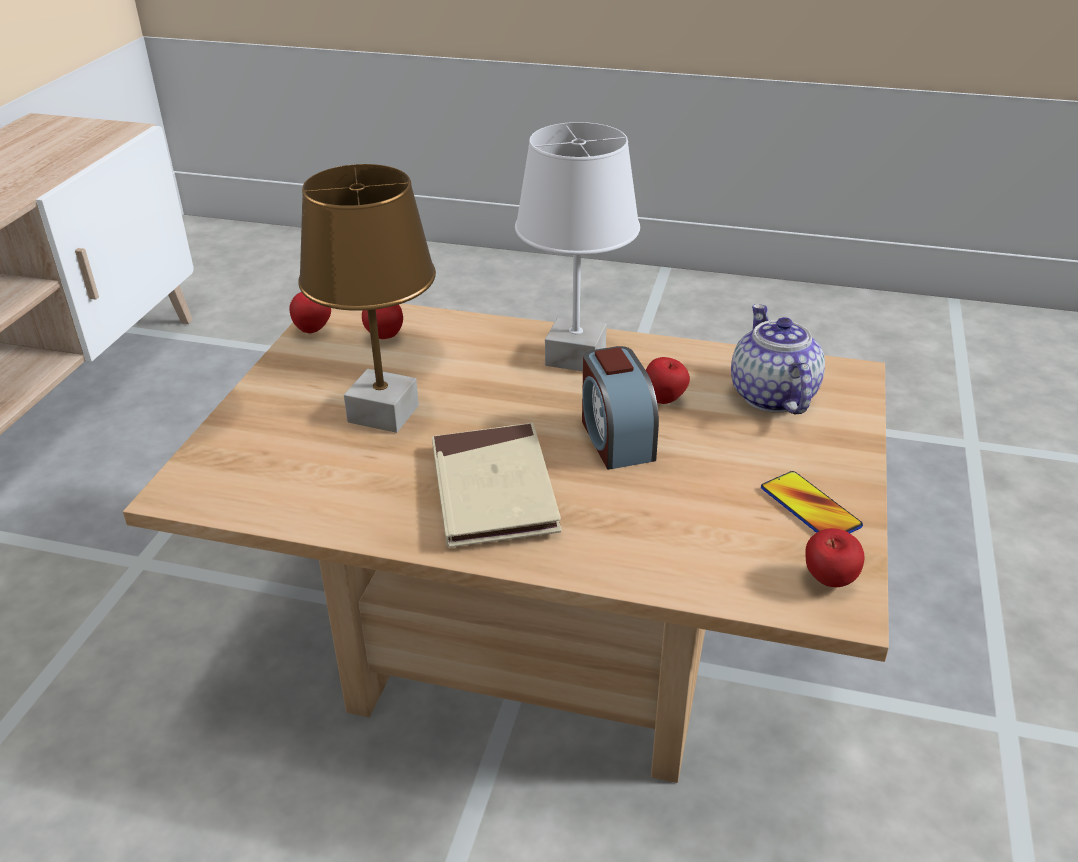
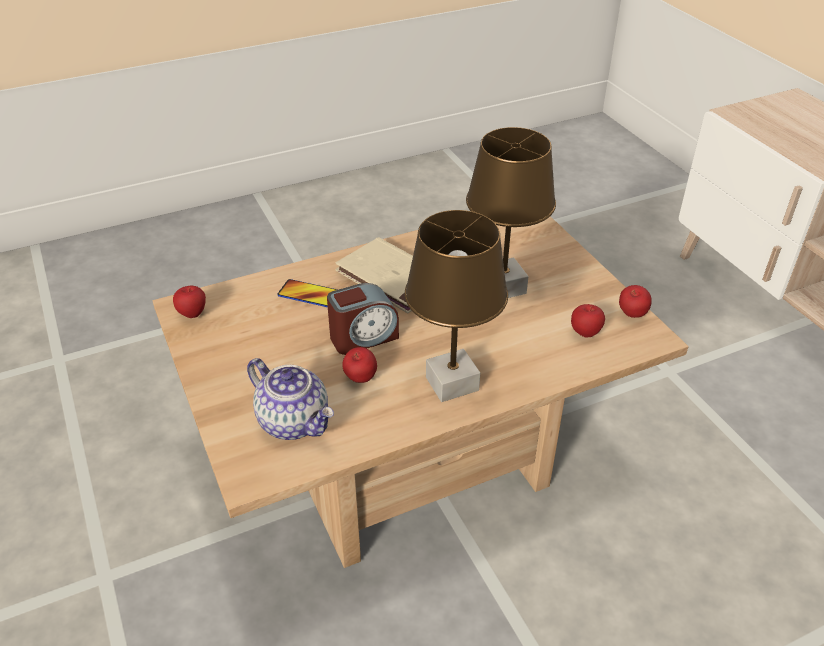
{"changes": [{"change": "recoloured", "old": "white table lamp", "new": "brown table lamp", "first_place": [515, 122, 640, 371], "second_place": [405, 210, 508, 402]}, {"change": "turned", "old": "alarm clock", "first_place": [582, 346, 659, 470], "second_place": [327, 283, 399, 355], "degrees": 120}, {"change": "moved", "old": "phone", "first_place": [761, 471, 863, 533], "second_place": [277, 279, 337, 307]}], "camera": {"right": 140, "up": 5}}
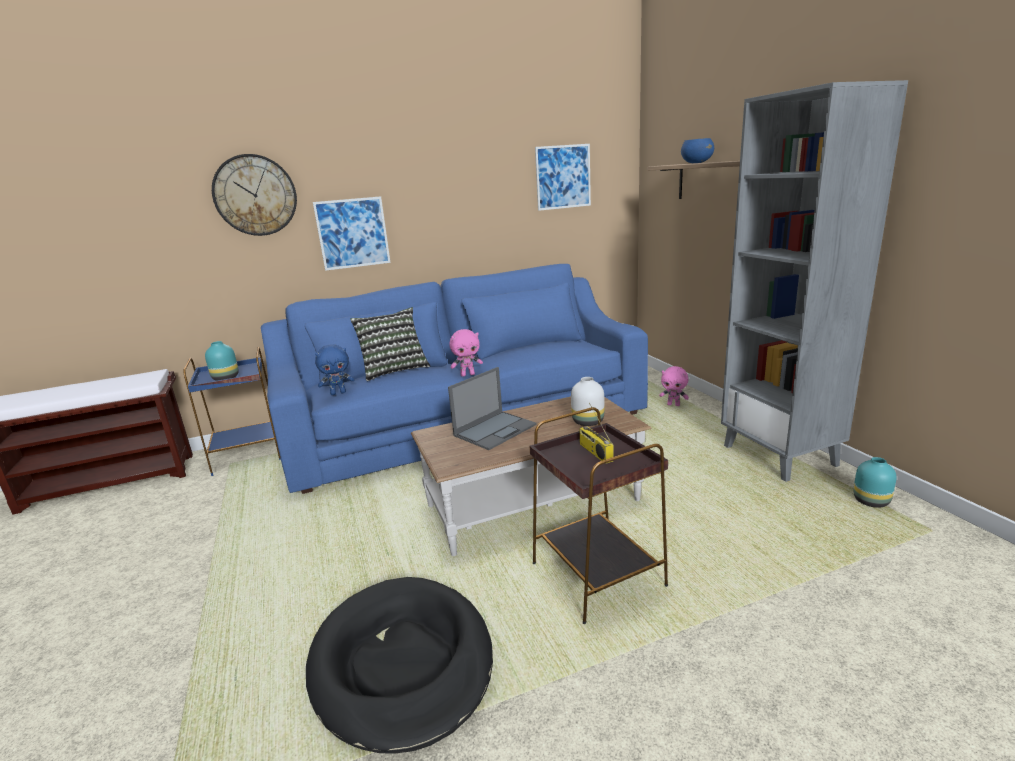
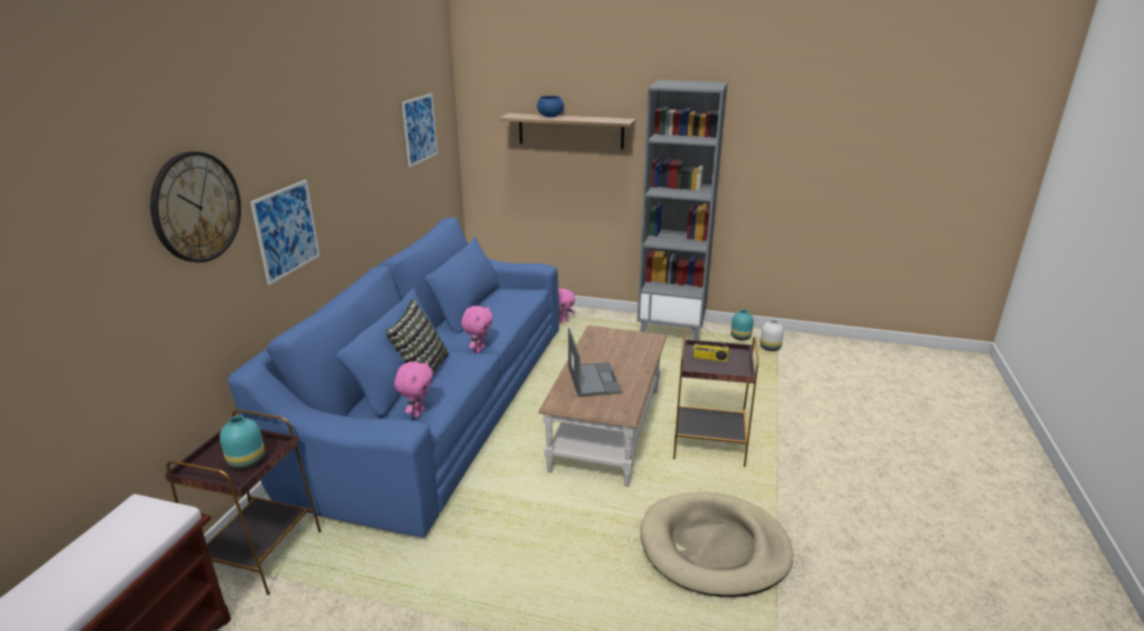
{"changes": [{"change": "recoloured", "old": "blue plush toy", "new": "pink plush toy", "first_place": [315, 344, 354, 395], "second_place": [394, 361, 433, 418]}, {"change": "recoloured", "old": "blue side table", "new": "brown side table", "first_place": [183, 347, 281, 476], "second_place": [165, 409, 321, 595]}, {"change": "moved", "old": "white vase", "first_place": [571, 377, 604, 426], "second_place": [760, 319, 784, 351]}, {"change": "recoloured", "old": "black dog bed", "new": "beige dog bed", "first_place": [306, 577, 493, 754], "second_place": [640, 492, 793, 597]}], "camera": {"right": -55, "up": 5}}
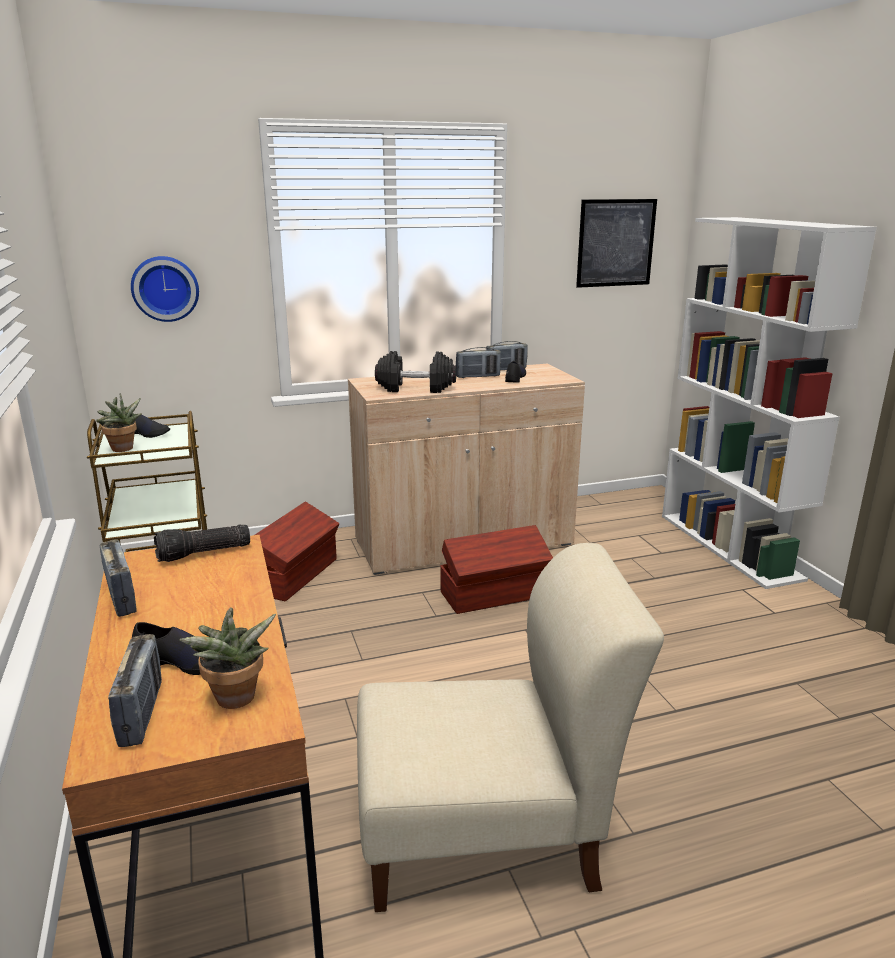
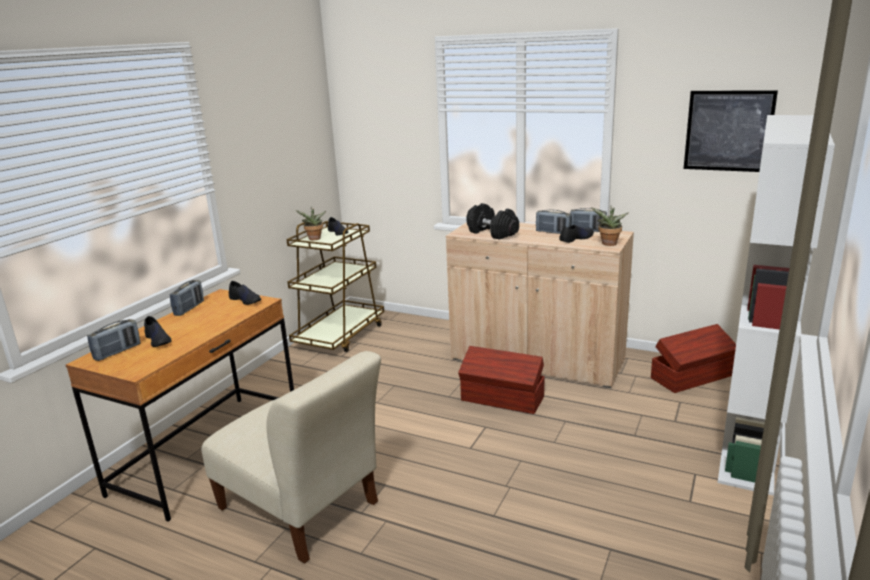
{"changes": [{"change": "removed", "old": "wall clock", "first_place": [131, 256, 199, 322]}, {"change": "moved", "old": "brown storage box", "first_place": [255, 502, 340, 601], "second_place": [651, 324, 736, 393]}, {"change": "replaced", "old": "flashlight", "new": "black shoe", "first_place": [154, 525, 250, 562], "second_place": [229, 281, 261, 305]}, {"change": "moved", "old": "potted plant", "first_place": [179, 607, 276, 709], "second_place": [591, 206, 628, 246]}], "camera": {"right": 45, "up": 0}}
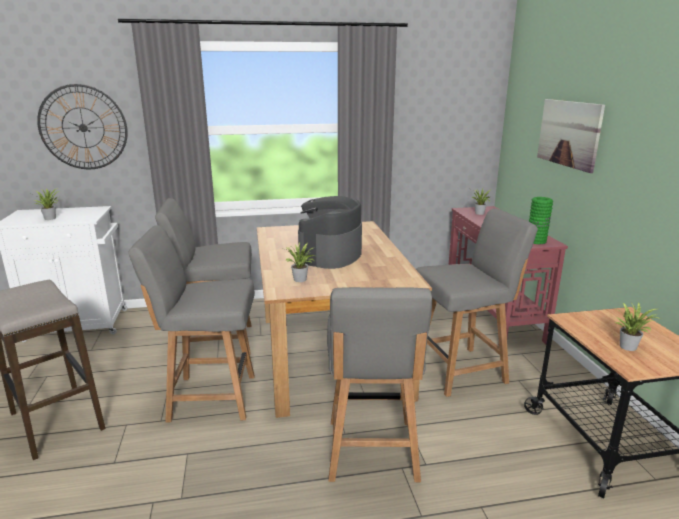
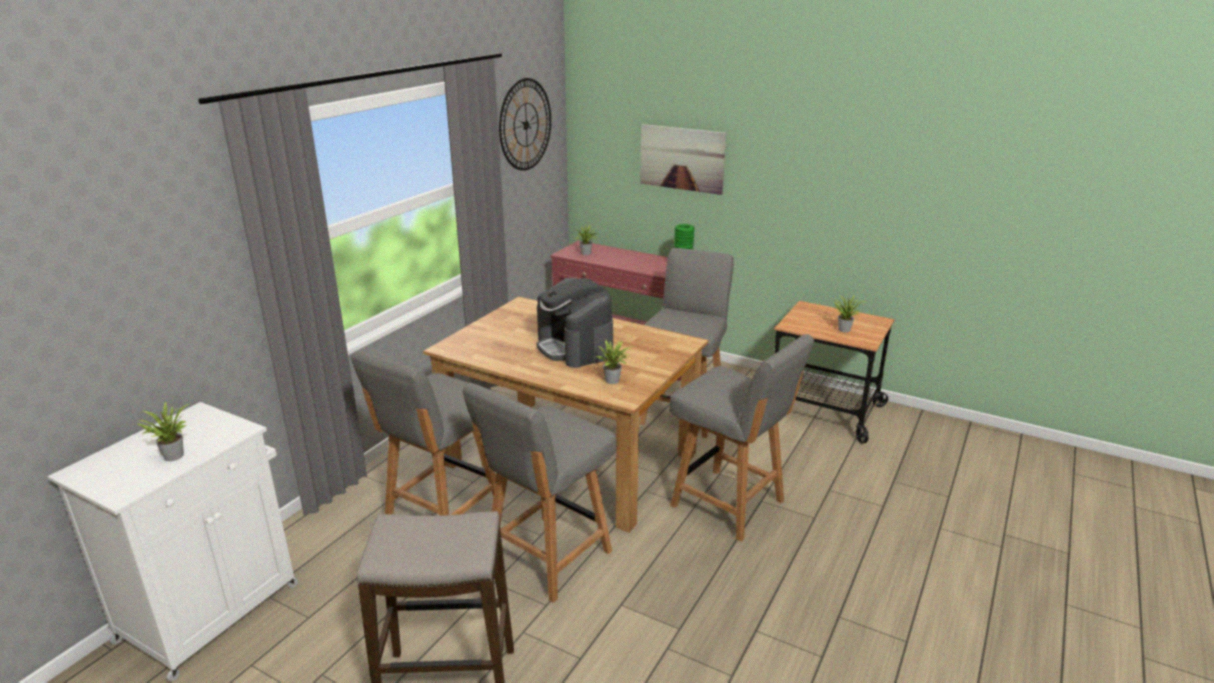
{"changes": [{"change": "moved", "old": "wall clock", "first_place": [37, 84, 128, 169], "second_place": [499, 78, 551, 171]}], "camera": {"right": -50, "up": 5}}
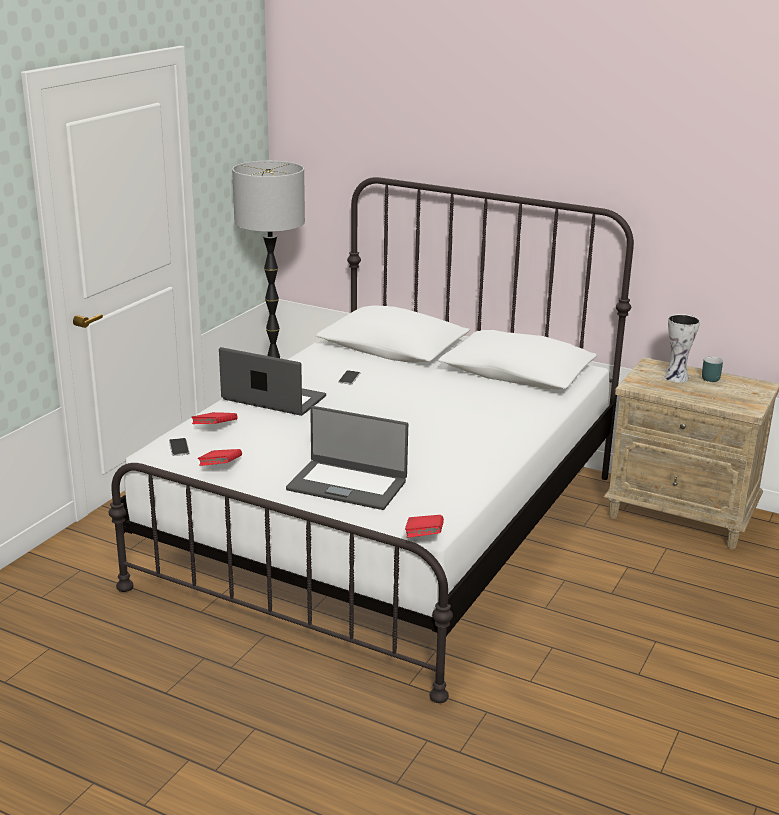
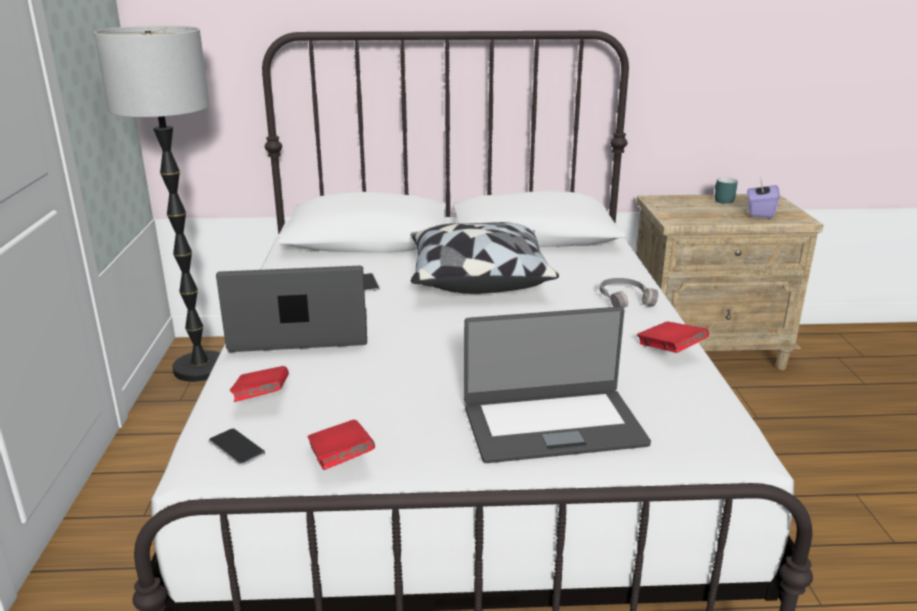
{"changes": [{"change": "removed", "old": "vase", "first_place": [664, 314, 700, 382]}, {"change": "moved", "old": "red book", "first_place": [405, 515, 444, 538], "second_place": [637, 321, 709, 353]}, {"change": "added", "new": "purple tissue box", "second_place": [747, 180, 780, 218]}, {"change": "added", "new": "pillow", "second_place": [411, 222, 559, 294]}, {"change": "added", "new": "grey headphones", "second_place": [600, 278, 658, 308]}], "camera": {"right": -30, "up": 0}}
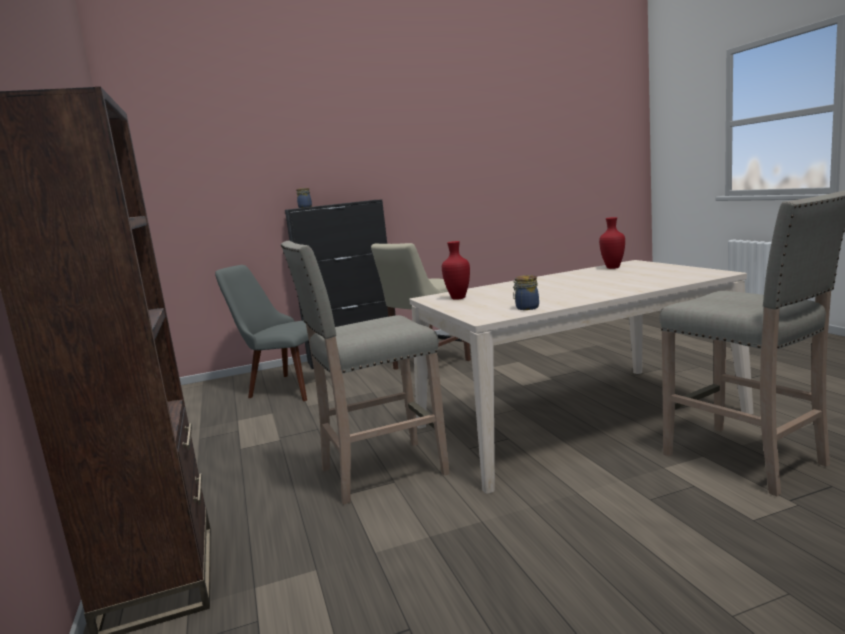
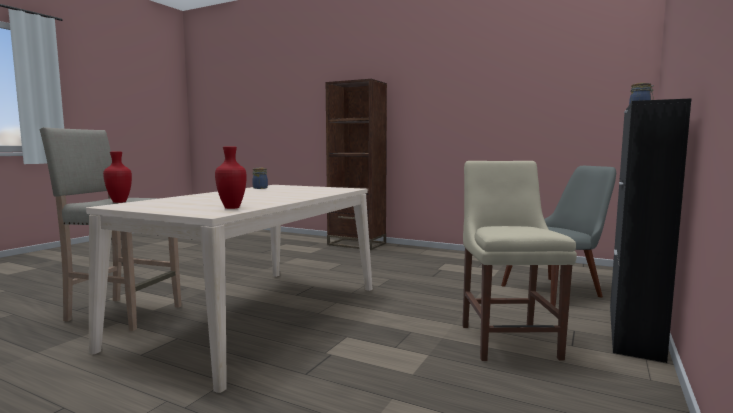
{"changes": [{"change": "removed", "old": "beige stool", "first_place": [281, 241, 450, 505]}, {"change": "moved", "old": "red vase", "first_place": [442, 241, 470, 300], "second_place": [103, 152, 132, 203]}], "camera": {"right": 135, "up": -5}}
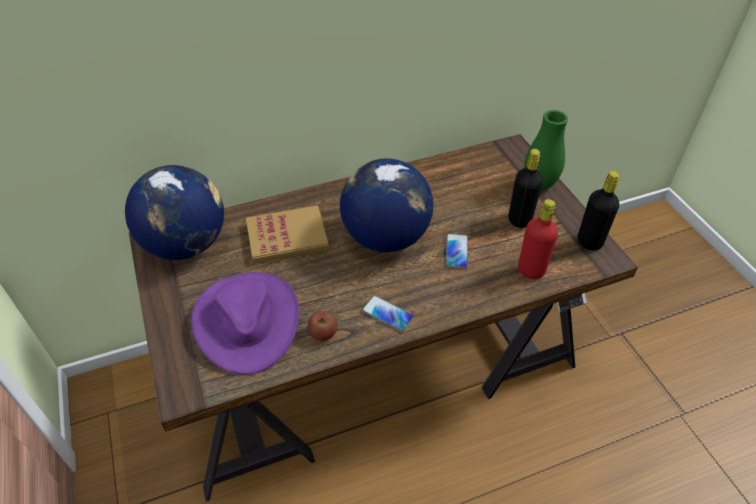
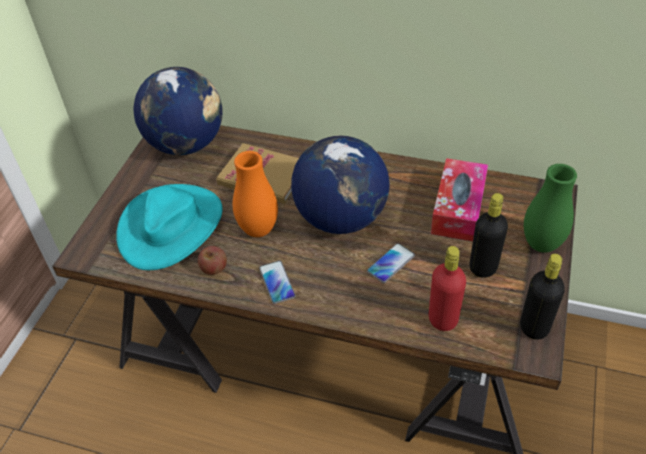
{"changes": [{"change": "recoloured", "old": "purple hat", "new": "turquoise hat", "first_place": [191, 272, 299, 375], "second_place": [116, 184, 222, 270]}, {"change": "added", "new": "orange vase", "second_place": [233, 151, 278, 237]}, {"change": "added", "new": "tissue box", "second_place": [431, 158, 488, 241]}], "camera": {"right": 40, "up": 0}}
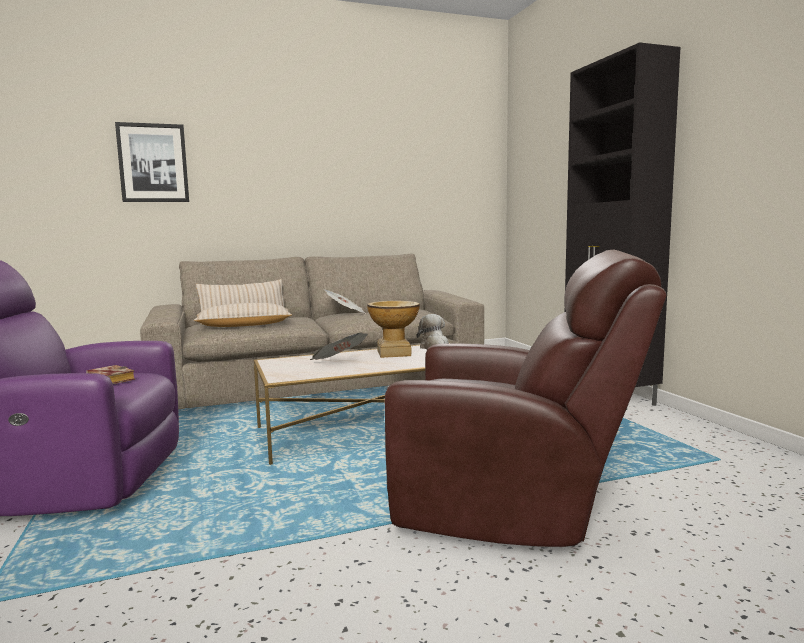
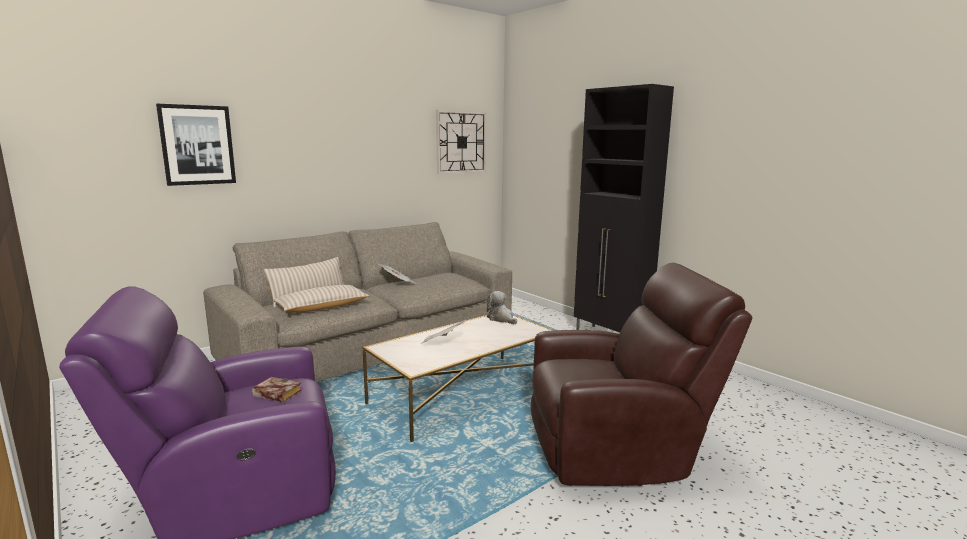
{"changes": [{"change": "removed", "old": "vase", "first_place": [367, 301, 420, 358]}, {"change": "added", "new": "wall clock", "second_place": [436, 110, 486, 174]}], "camera": {"right": -20, "up": 5}}
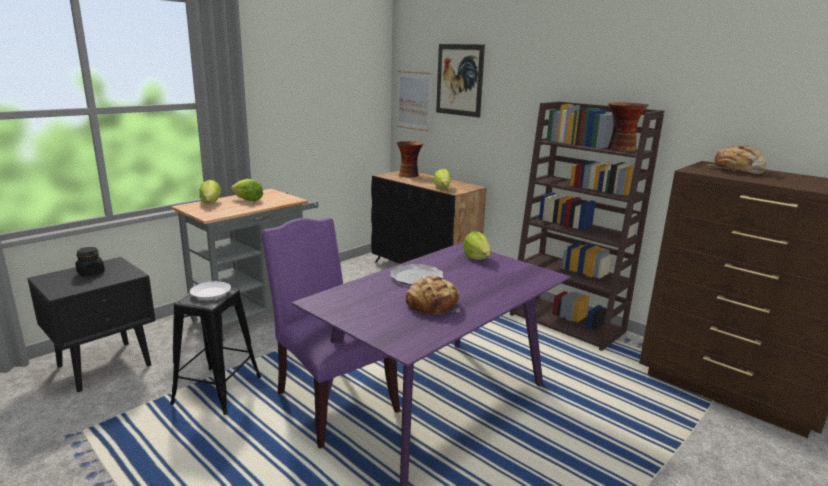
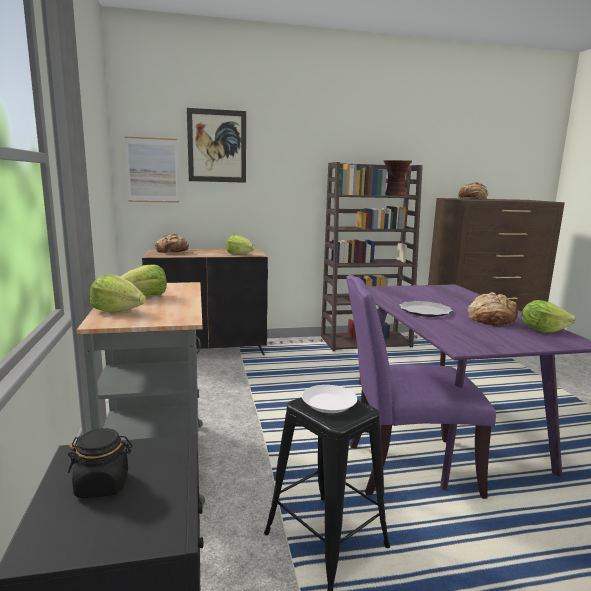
{"changes": [{"change": "replaced", "old": "vase", "new": "bread", "first_place": [396, 141, 423, 177], "second_place": [155, 234, 189, 254]}, {"change": "moved", "old": "lettuce", "first_place": [463, 231, 490, 260], "second_place": [522, 300, 575, 333]}], "camera": {"right": -55, "up": -5}}
